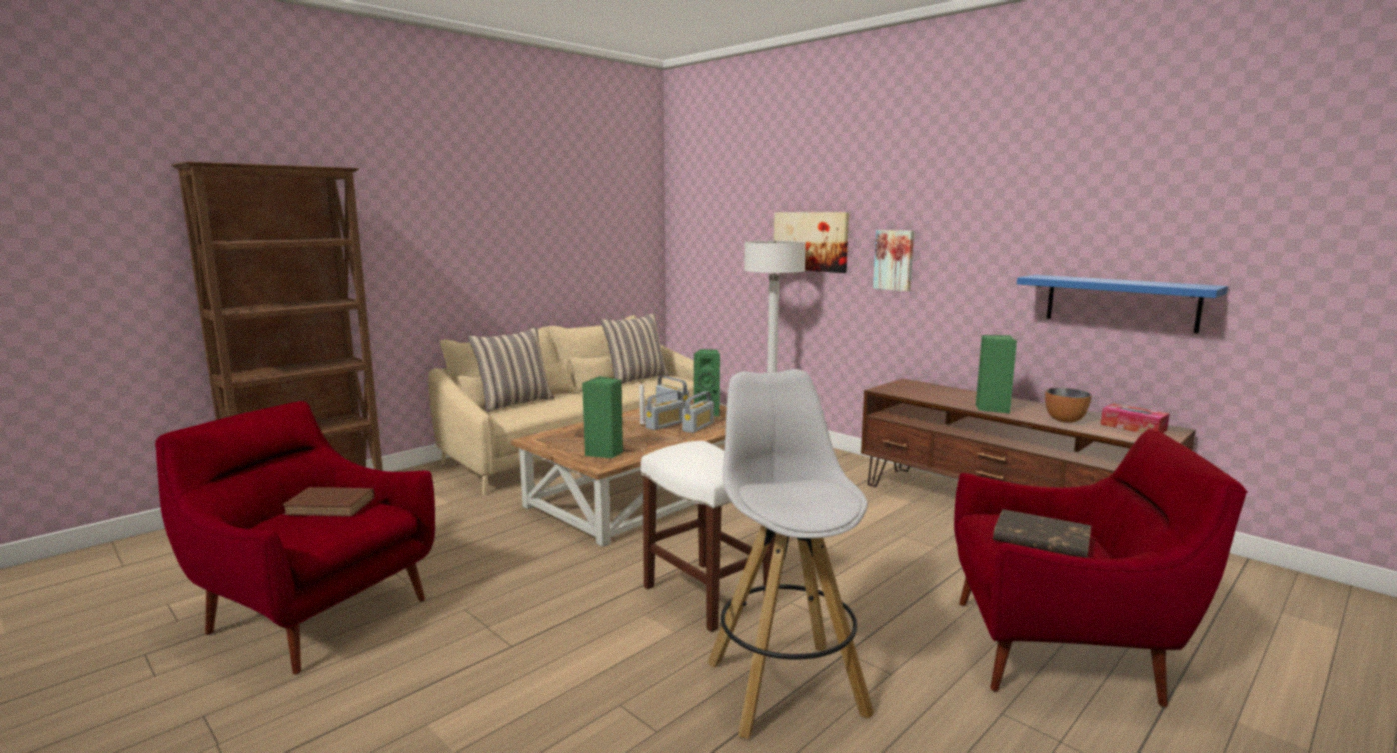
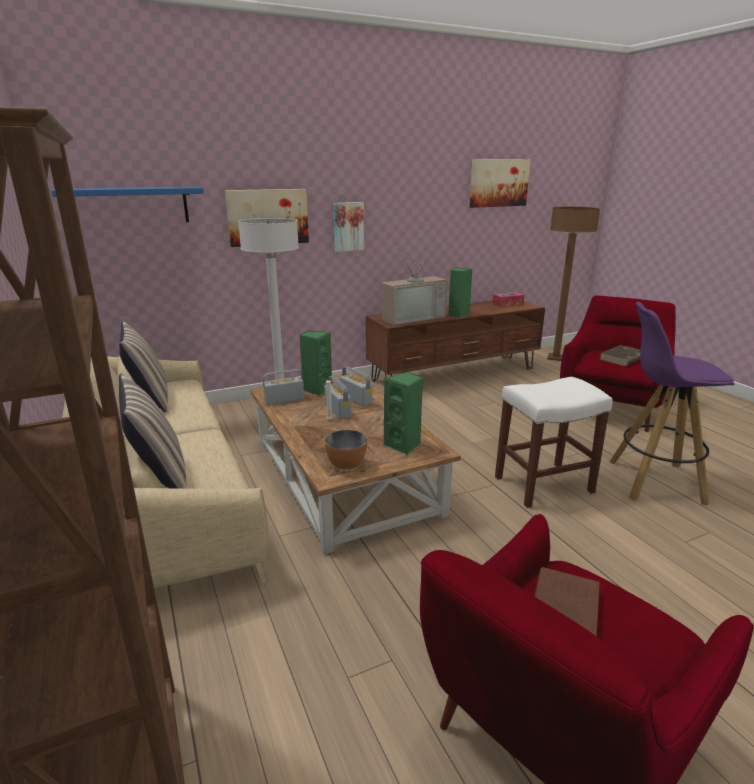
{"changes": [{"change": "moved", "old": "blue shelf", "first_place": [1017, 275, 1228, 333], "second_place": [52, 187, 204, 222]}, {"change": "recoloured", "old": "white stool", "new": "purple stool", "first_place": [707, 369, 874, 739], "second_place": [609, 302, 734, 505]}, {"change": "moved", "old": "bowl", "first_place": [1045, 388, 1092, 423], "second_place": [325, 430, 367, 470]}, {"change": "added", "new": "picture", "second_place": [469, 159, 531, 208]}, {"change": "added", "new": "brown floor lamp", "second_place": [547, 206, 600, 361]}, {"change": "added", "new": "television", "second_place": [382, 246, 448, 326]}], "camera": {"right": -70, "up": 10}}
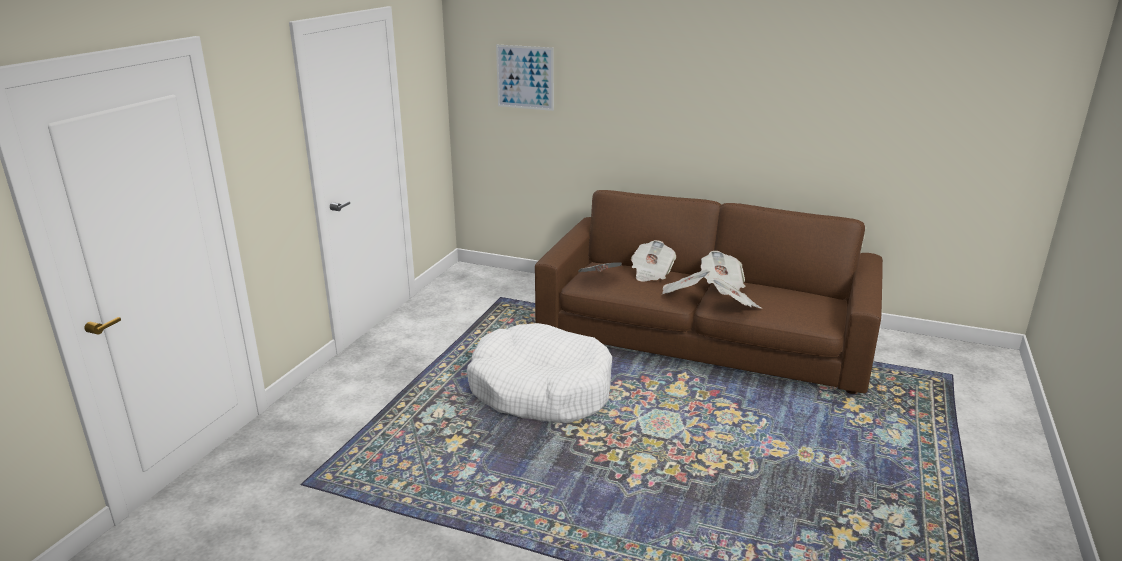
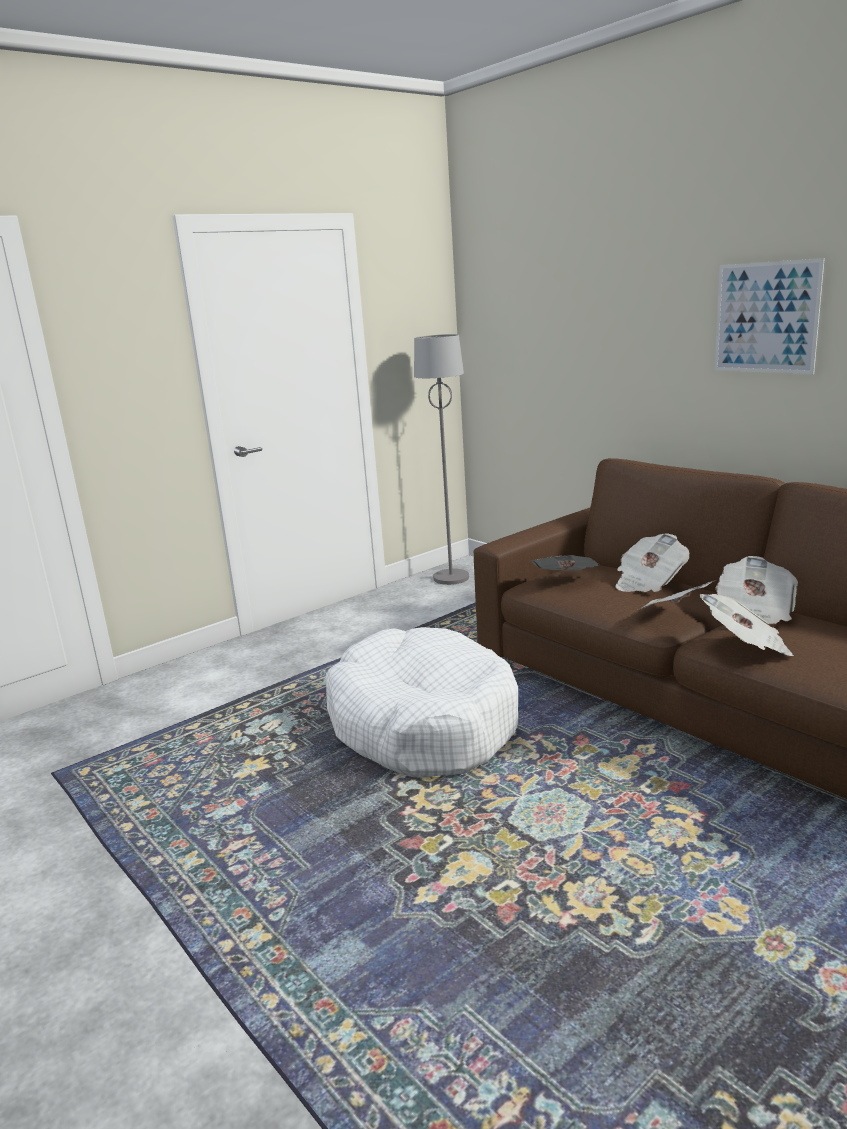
{"changes": [{"change": "moved", "old": "picture", "first_place": [496, 44, 554, 111], "second_place": [714, 258, 825, 374]}, {"change": "added", "new": "grey floor lamp", "second_place": [414, 334, 469, 585]}], "camera": {"right": 30, "up": -5}}
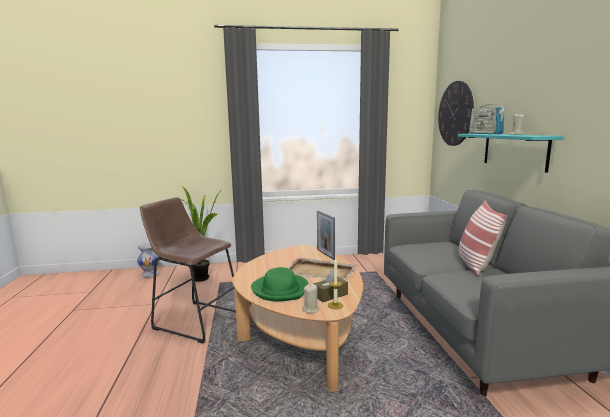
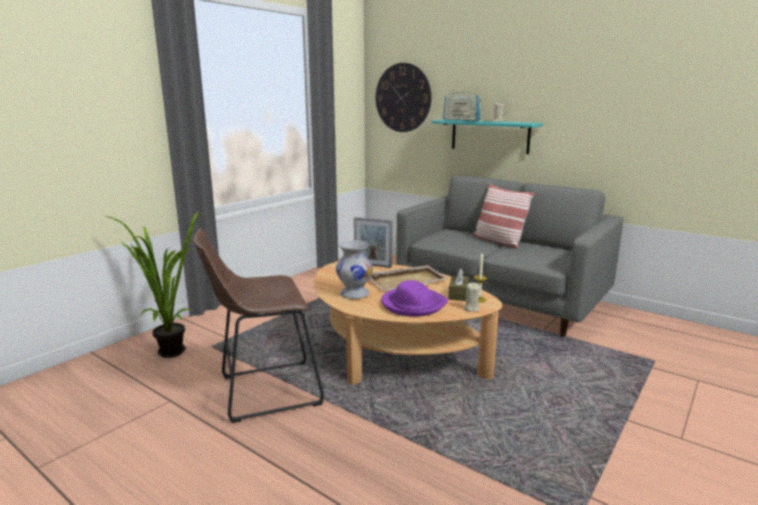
{"changes": [{"change": "moved", "old": "white vase", "first_place": [137, 243, 160, 277], "second_place": [336, 240, 373, 299]}, {"change": "recoloured", "old": "green hat", "new": "purple hat", "first_place": [251, 267, 309, 301], "second_place": [381, 280, 448, 317]}], "camera": {"right": -45, "up": 5}}
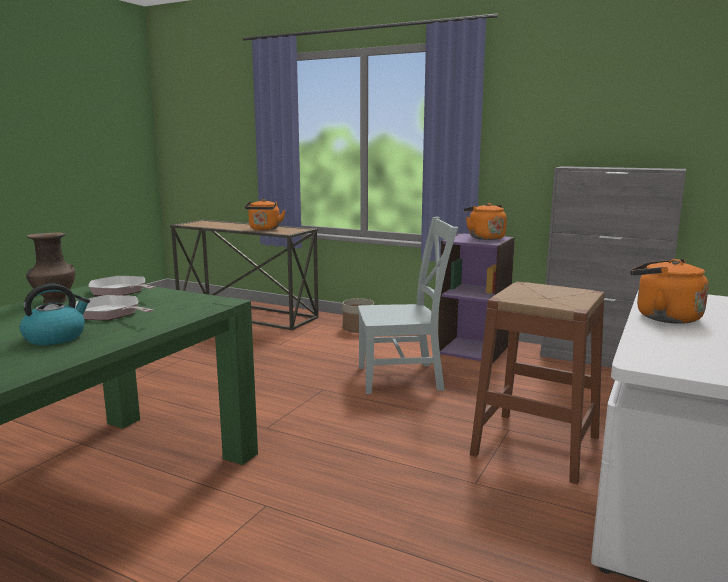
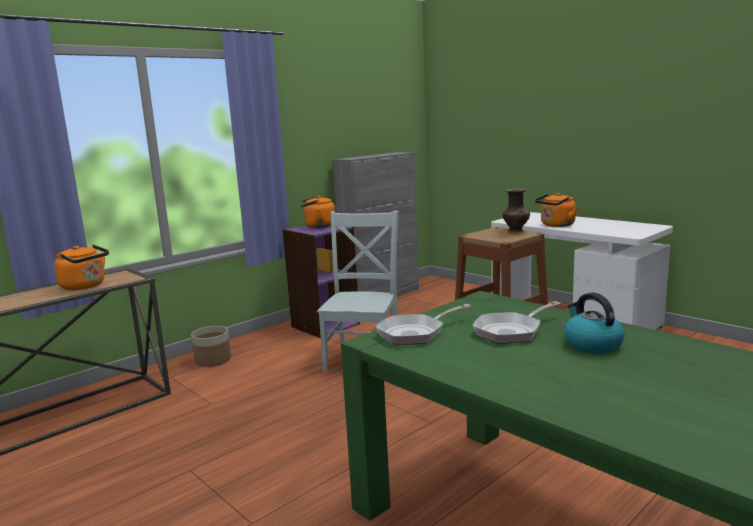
{"changes": [{"change": "moved", "old": "brown vase", "first_place": [26, 233, 75, 303], "second_place": [503, 188, 530, 232]}], "camera": {"right": -70, "up": 0}}
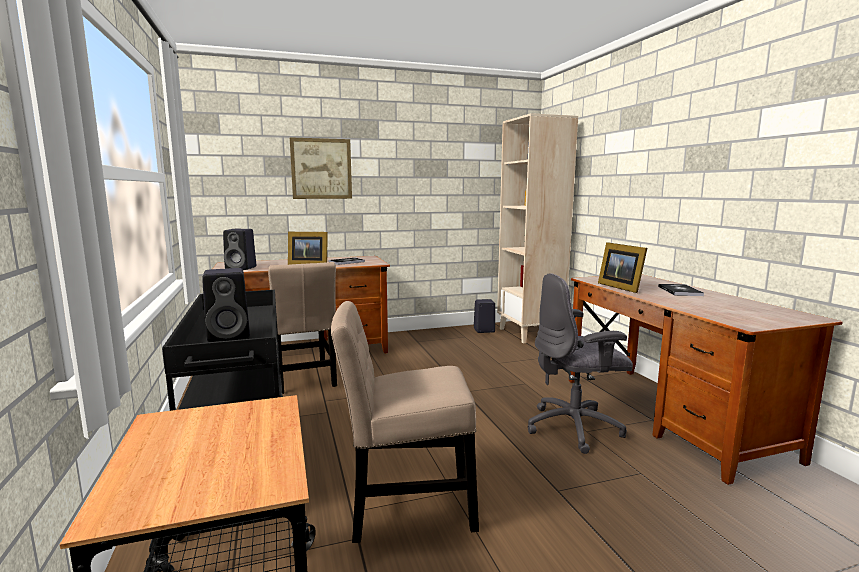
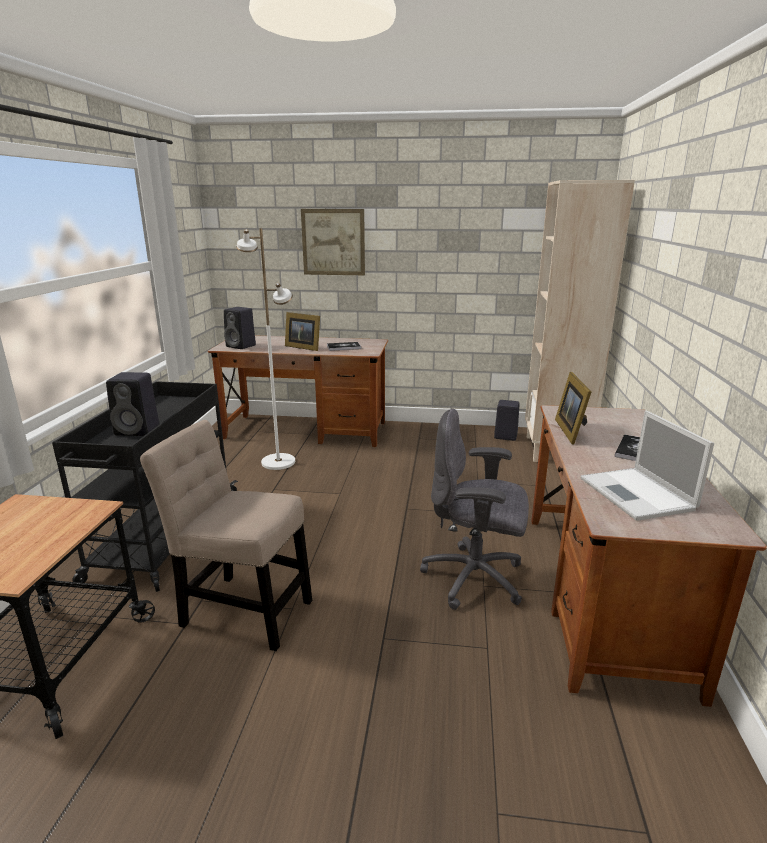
{"changes": [{"change": "replaced", "old": "beige chair", "new": "white floor lamp", "first_place": [268, 262, 337, 394], "second_place": [236, 228, 295, 470]}, {"change": "added", "new": "laptop", "second_place": [581, 410, 714, 521]}], "camera": {"right": 25, "up": 10}}
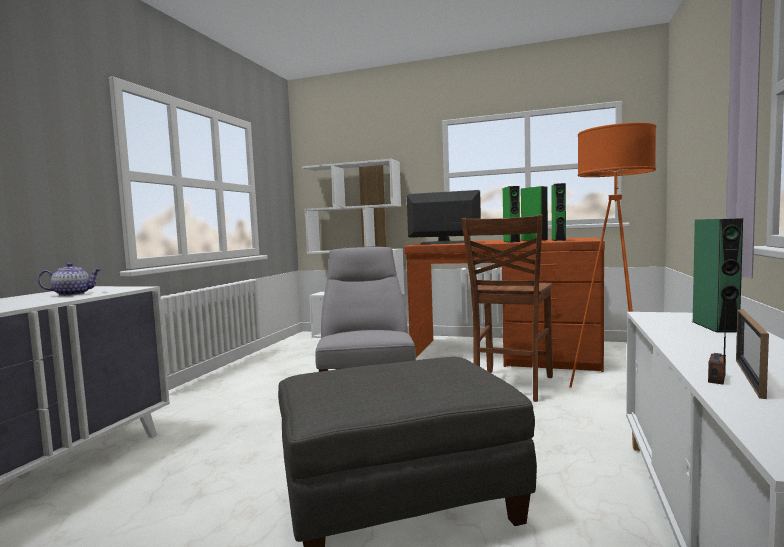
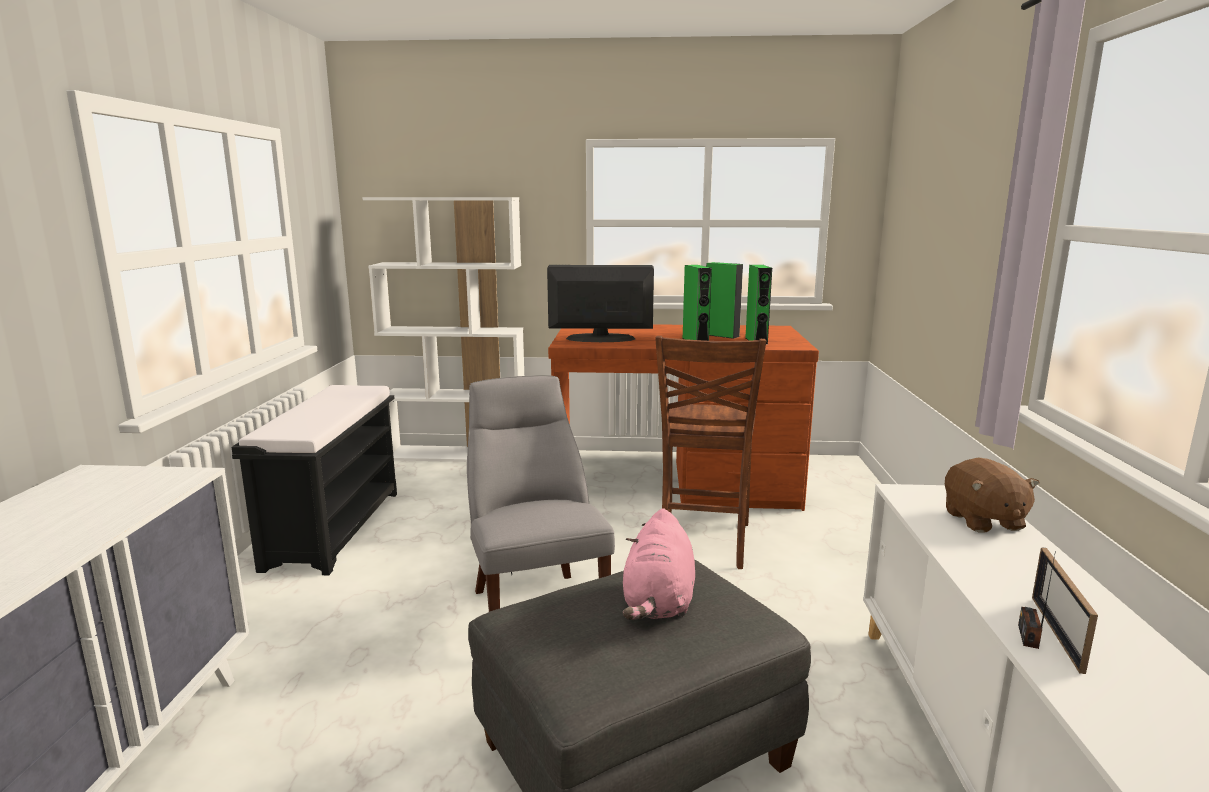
{"changes": [{"change": "removed", "old": "orange floor lamp", "first_place": [569, 122, 656, 388]}, {"change": "replaced", "old": "green speaker", "new": "brown plush toy", "first_place": [693, 218, 743, 333], "second_place": [945, 457, 1040, 533]}, {"change": "removed", "old": "teapot", "first_place": [38, 263, 102, 296]}, {"change": "added", "new": "black bench", "second_place": [231, 385, 397, 576]}, {"change": "added", "new": "pink plush toy", "second_place": [623, 508, 695, 620]}], "camera": {"right": -15, "up": 10}}
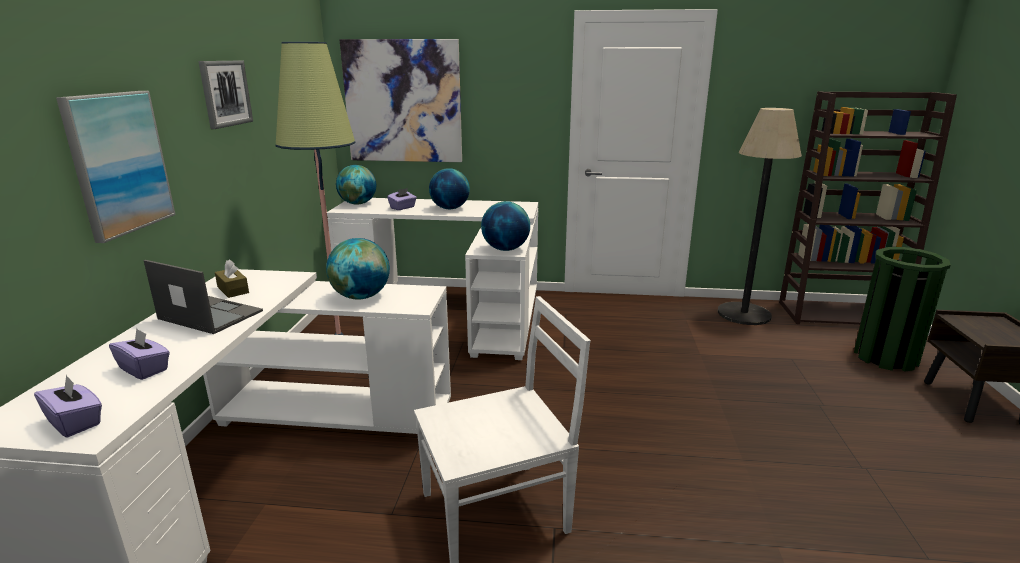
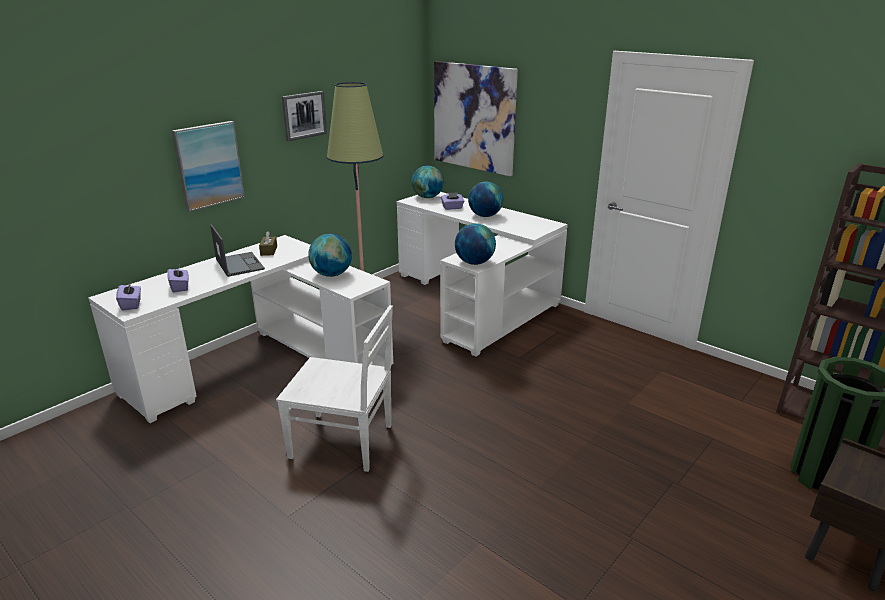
{"changes": [{"change": "removed", "old": "floor lamp", "first_place": [718, 108, 802, 325]}], "camera": {"right": 35, "up": 5}}
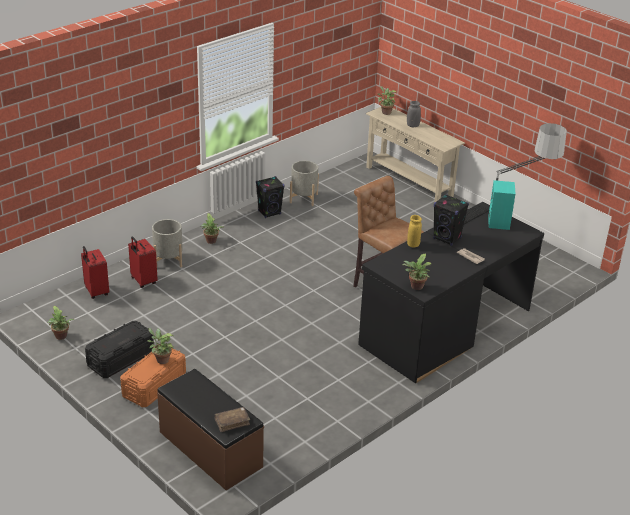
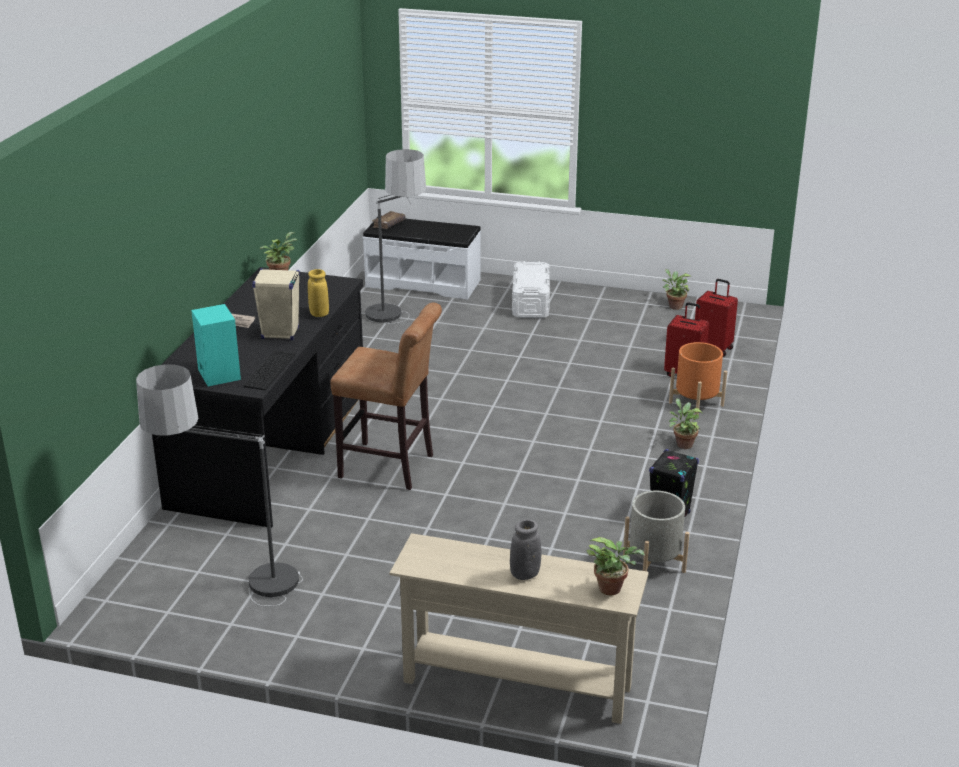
{"changes": [{"change": "recoloured", "old": "black speaker", "new": "beige speaker", "first_place": [433, 194, 469, 246], "second_place": [252, 269, 300, 340]}, {"change": "recoloured", "old": "grey planter", "new": "orange planter", "first_place": [152, 219, 183, 267], "second_place": [669, 342, 727, 415]}, {"change": "removed", "old": "black storage box", "first_place": [85, 321, 154, 378]}, {"change": "removed", "old": "potted plant", "first_place": [147, 328, 173, 364]}, {"change": "recoloured", "old": "orange storage box", "new": "white storage box", "first_place": [120, 349, 186, 407], "second_place": [512, 261, 550, 318]}, {"change": "recoloured", "old": "brown bench", "new": "white bench", "first_place": [157, 369, 264, 490], "second_place": [363, 217, 481, 300]}, {"change": "added", "new": "floor lamp", "second_place": [365, 149, 426, 324]}], "camera": {"right": 150, "up": -5}}
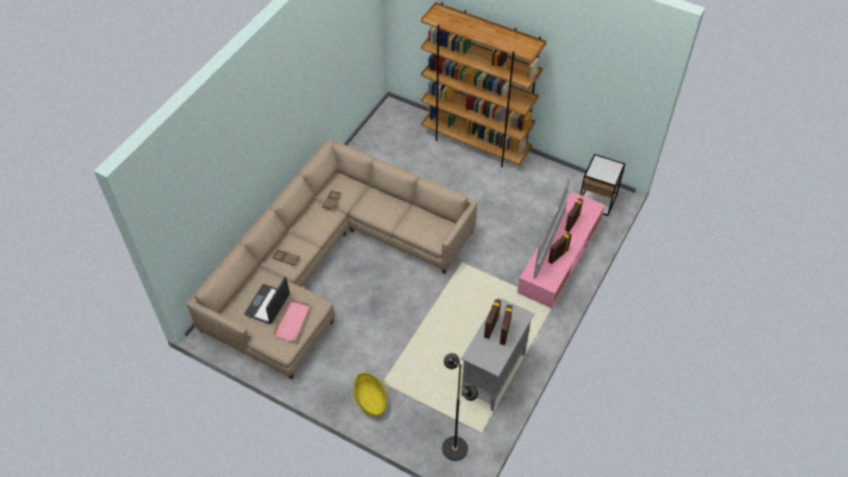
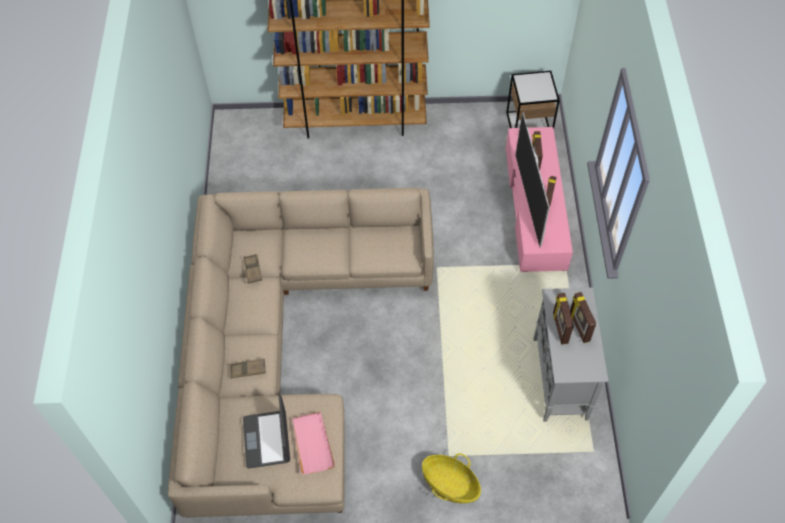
{"changes": [{"change": "removed", "old": "black floor lamp", "first_place": [442, 353, 478, 461]}], "camera": {"right": -30, "up": 5}}
